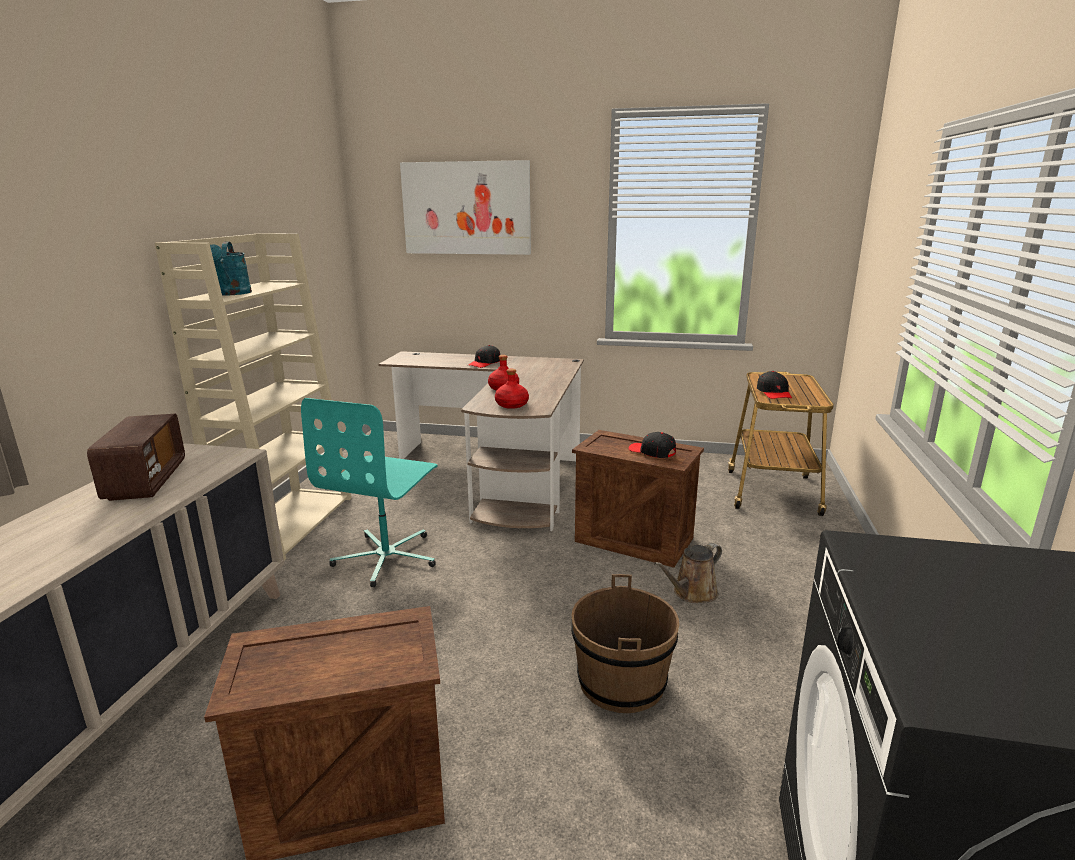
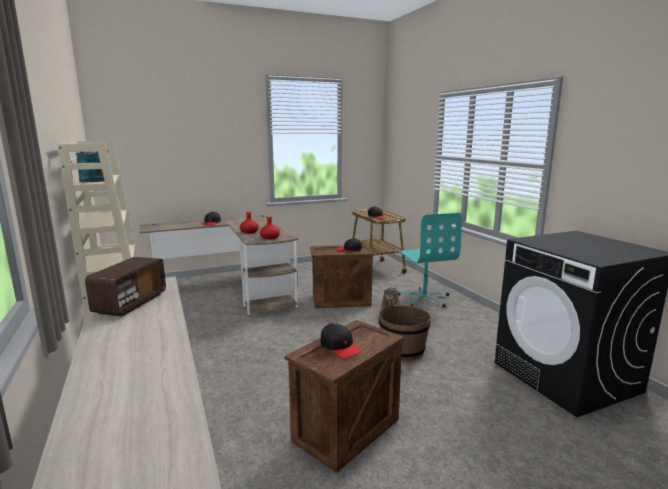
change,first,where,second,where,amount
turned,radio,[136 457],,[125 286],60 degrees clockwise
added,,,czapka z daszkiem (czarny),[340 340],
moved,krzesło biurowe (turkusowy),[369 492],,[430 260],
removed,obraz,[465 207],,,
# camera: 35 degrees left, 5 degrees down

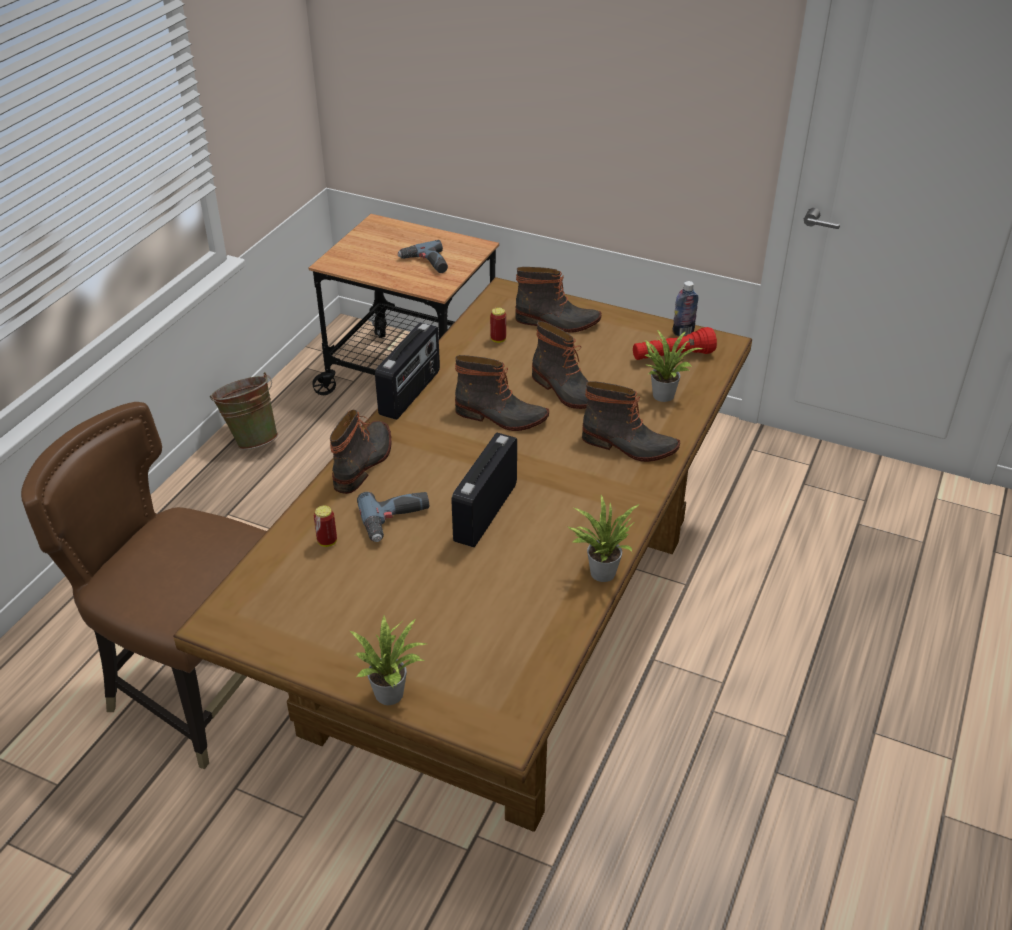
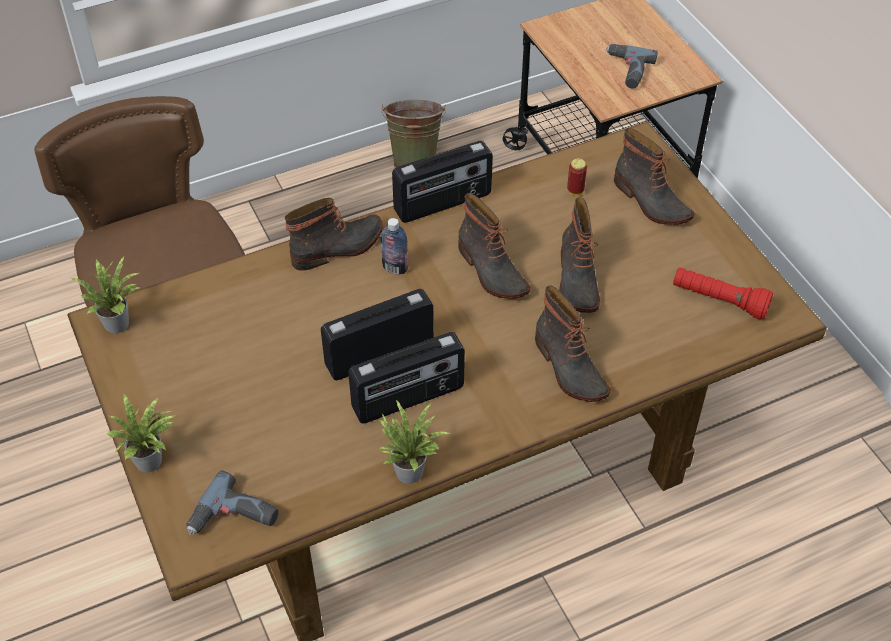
change,first,where,second,where,amount
moved,roślina doniczkowa,[673 366],,[106 294],
moved,wiertarka,[393 517],,[233 503],
added,,,radio,[406 378],
moved,butelka,[686 308],,[394 246],
removed,puszka,[325 526],,,
# camera: 40 degrees right, 10 degrees up

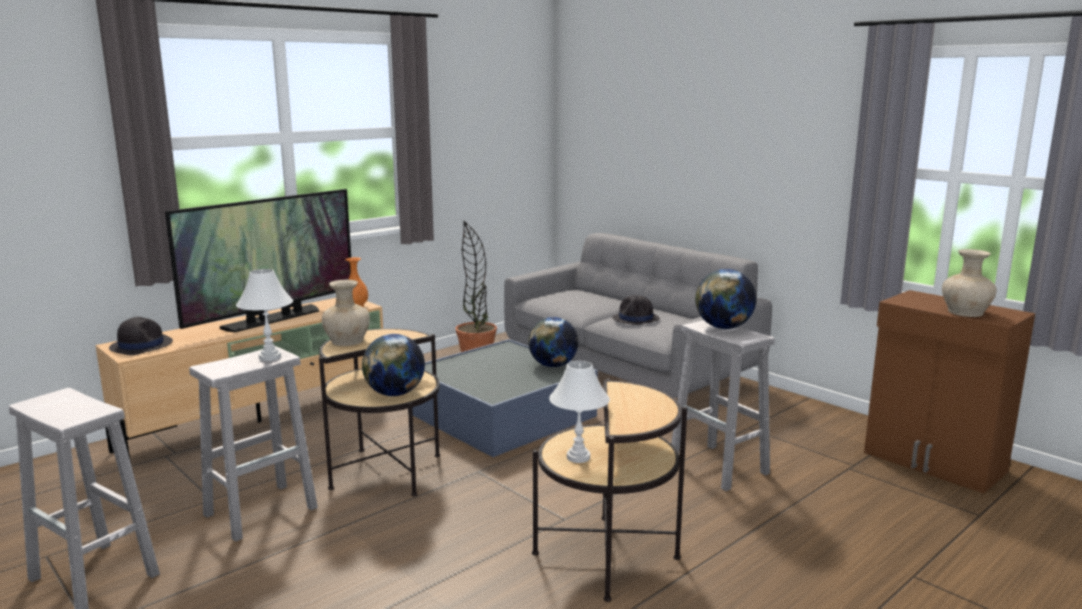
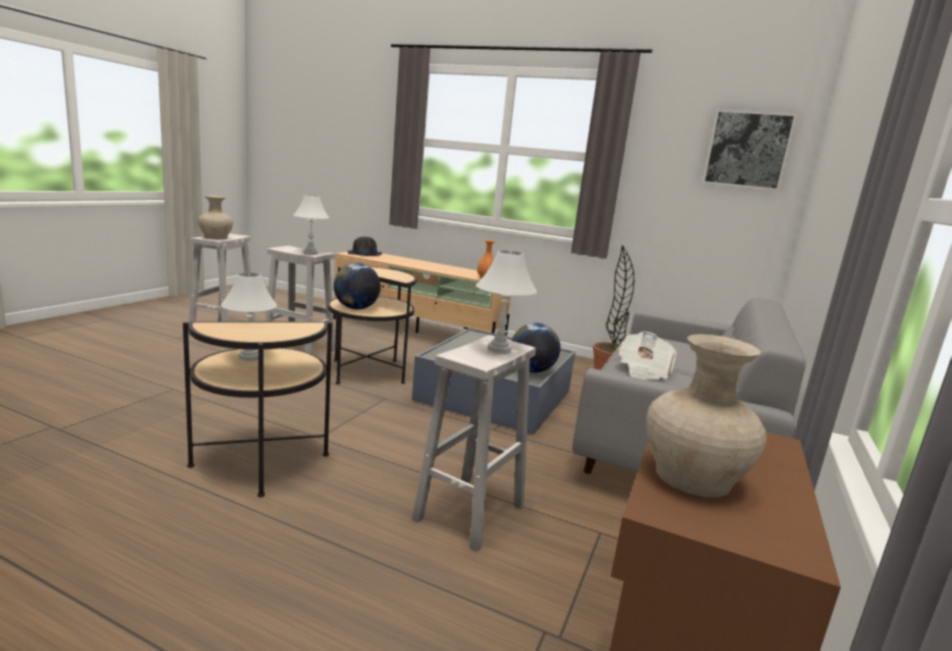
change,first,where,second,where,amount
moved,wazon (beżowy),[346 313],,[215 217],
replaced,globus,[726 299],lampa stołowa (biały),[506 302],
replaced,kapelusz (czarny),[636 310],gazeta,[647 355],
added,,,obraz,[750 150],
removed,telewizor,[258 260],,,
# camera: 65 degrees right, 0 degrees up

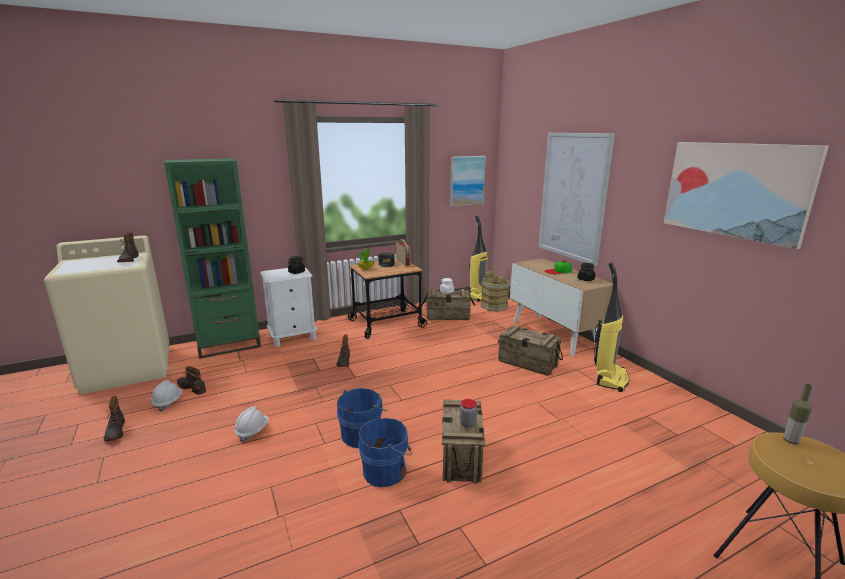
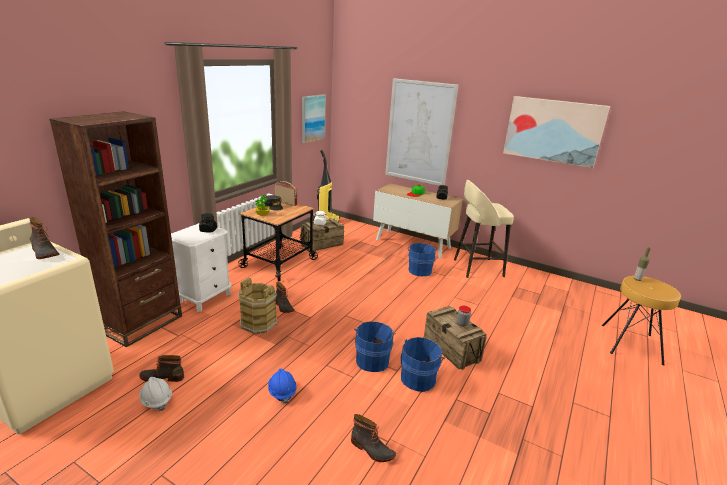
change,first,where,second,where,amount
recoloured,regał (zielony),[212 258],regał (brązowy),[116 229],
moved,wiadro (brązowy),[495 291],,[257 305],
recoloured,kask (biały),[251 424],kask (niebieski),[282 386],
moved,but z cholewką,[114 418],,[373 438],
replaced,skrzynka,[530 350],wiadro (niebieski),[422 259],
replaced,odkurzacz,[611 327],stołek (beżowy),[484 229],
# camera: 35 degrees left, 5 degrees up

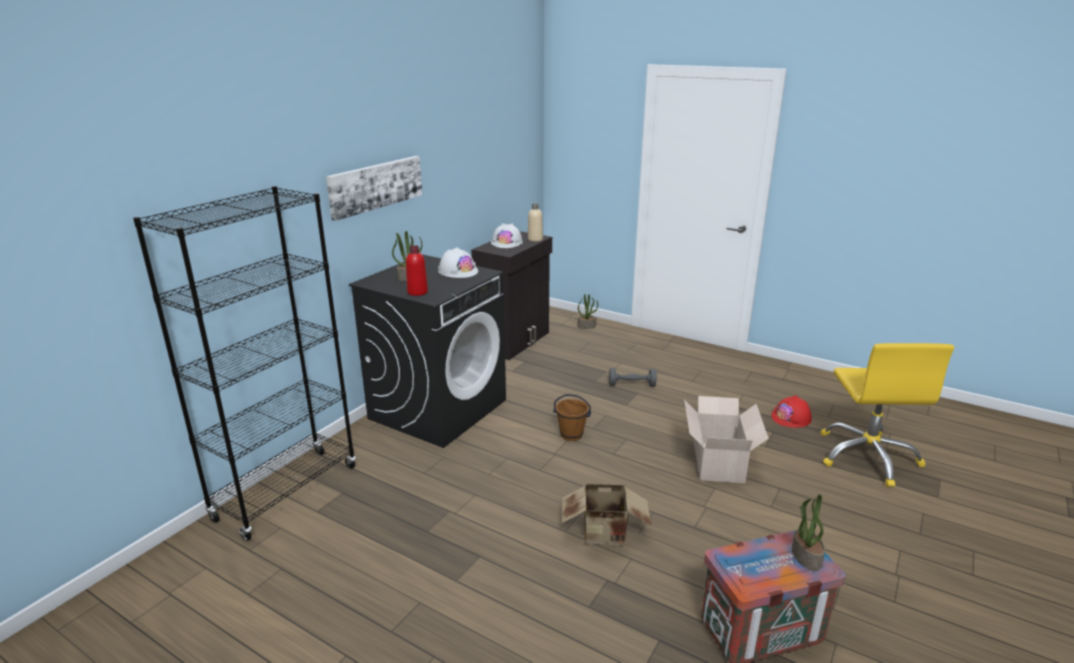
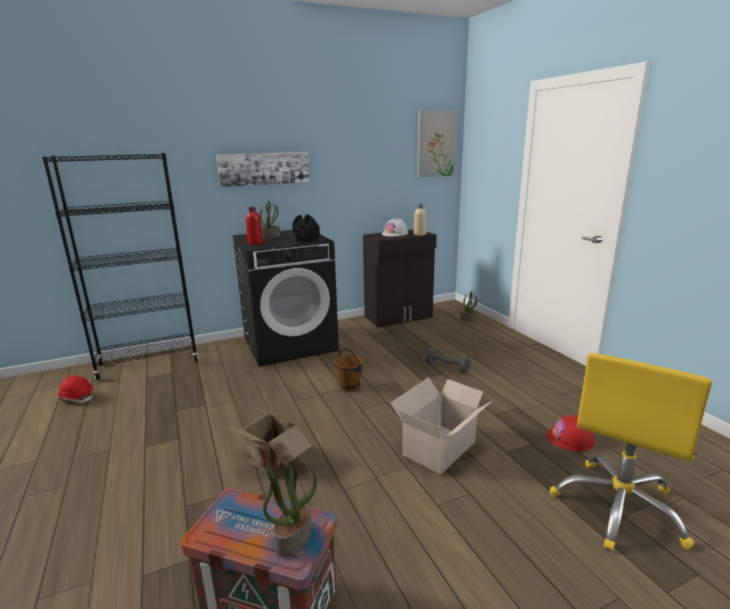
change,first,where,second,where,amount
added,,,kask (czerwony),[75 389],
replaced,kask (biały),[458 262],hantel (czarny),[306 227],
added,,,obraz,[437 144],
# camera: 35 degrees right, 5 degrees down

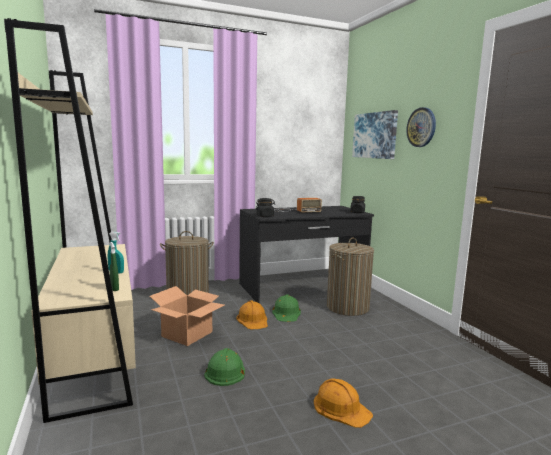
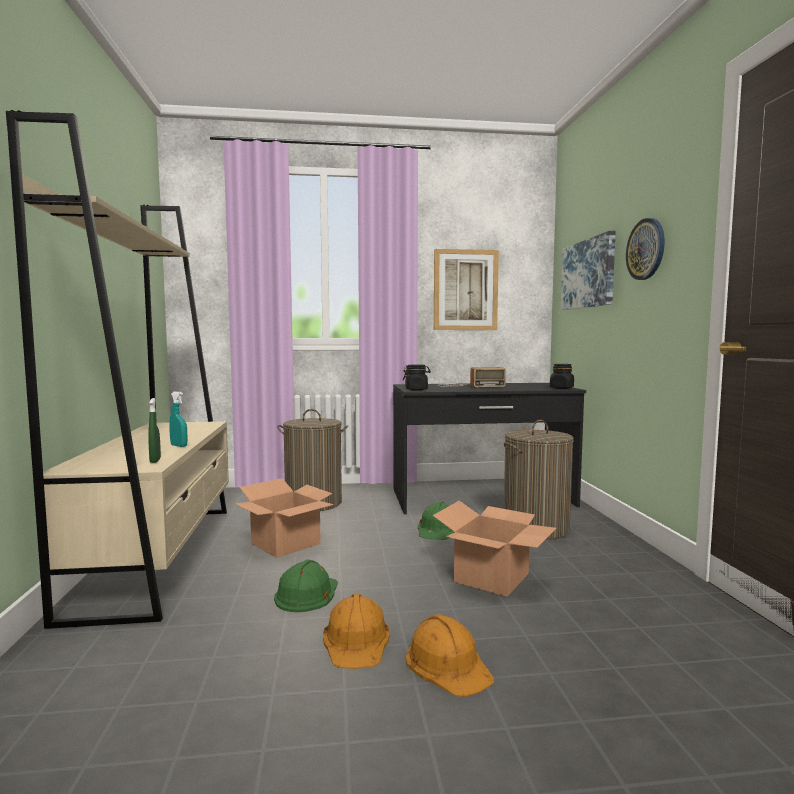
change,first,where,second,where,amount
moved,kask (pomarańczowy),[252 314],,[356 631],
added,,,karton,[495 549],
added,,,obraz,[466 289],
# camera: 15 degrees right, 5 degrees down

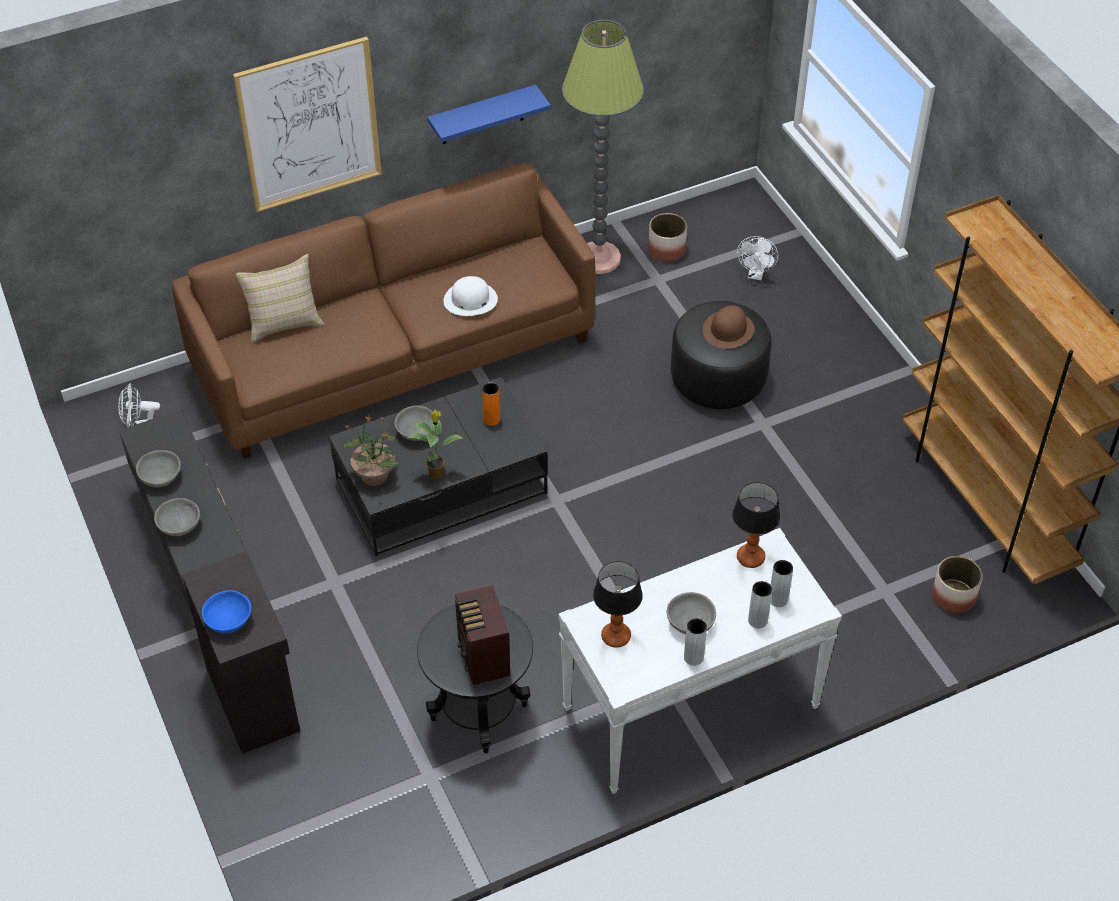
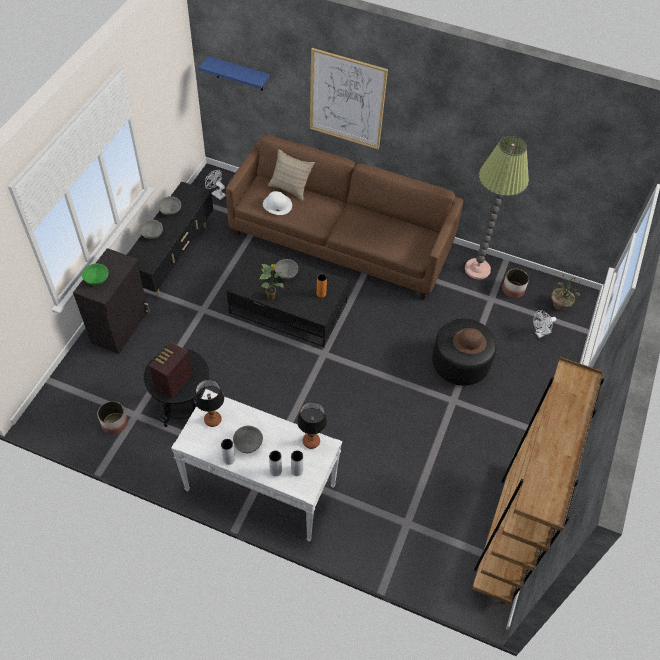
change,first,where,second,where,amount
recoloured,miska (niebieski),[226 611],miska (zielony),[95 274],
moved,donica,[957 584],,[113 417],
moved,półka (niebieski),[489 114],,[234 73],
moved,kapelusz (biały),[471 296],,[277 203],
moved,roślina doniczkowa,[370 450],,[566 293],
# camera: 45 degrees right, 5 degrees up

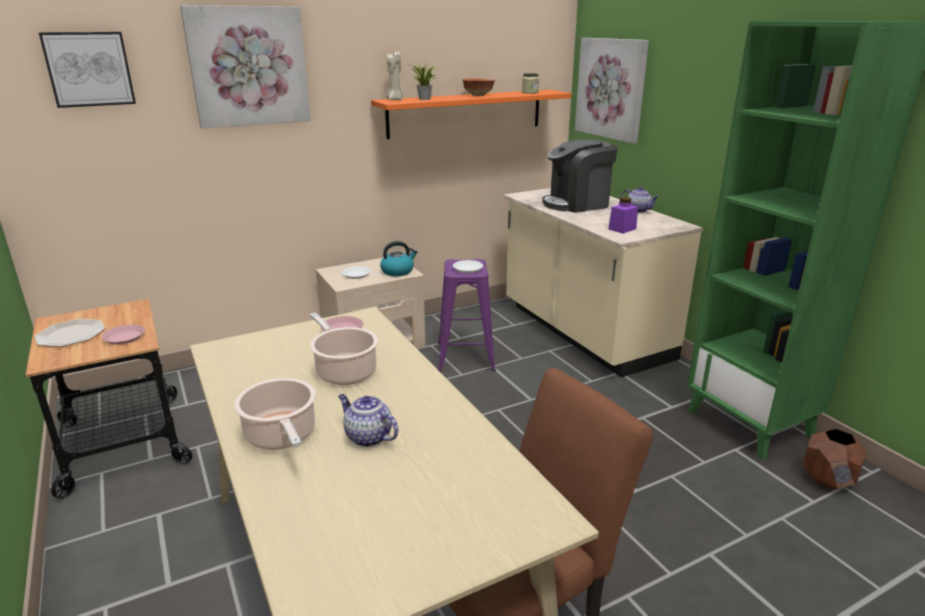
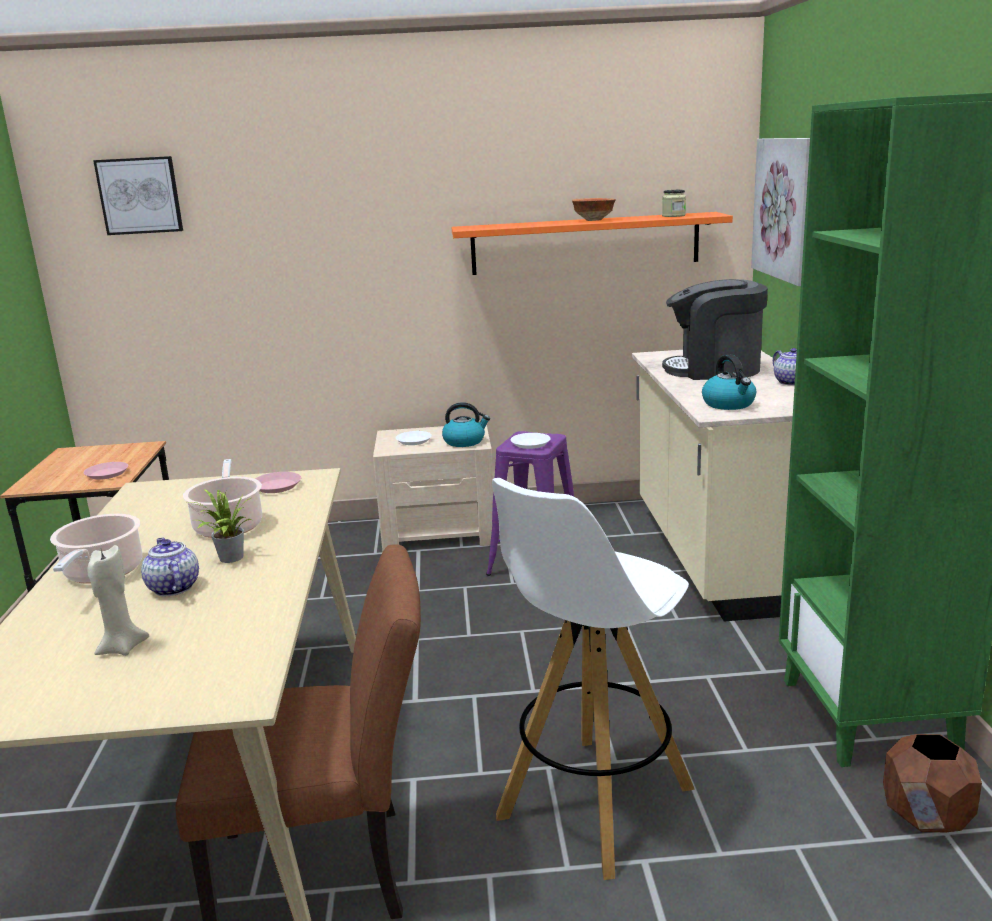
change,first,where,second,where,amount
moved,świeca (beżowy),[394 76],,[118 600],
moved,roślina doniczkowa,[423 81],,[218 526],
added,,,stołek (biały),[593 679],
replaced,słoik (fioletowy),[623 215],czajnik,[729 382],
removed,talerz,[69 333],,,
removed,obraz,[245 67],,,
# camera: 25 degrees right, 5 degrees down

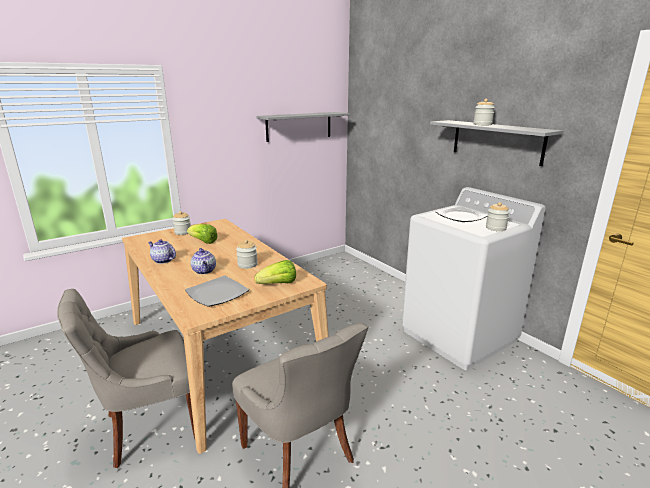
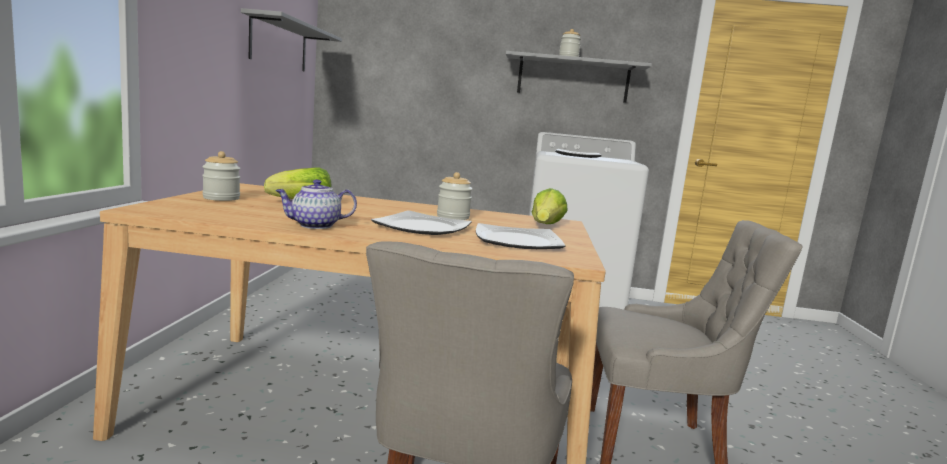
change,first,where,second,where,amount
replaced,imbryk,[203 261],talerz,[421 222],
removed,słoik,[498 216],,,
# camera: 50 degrees left, 10 degrees down

